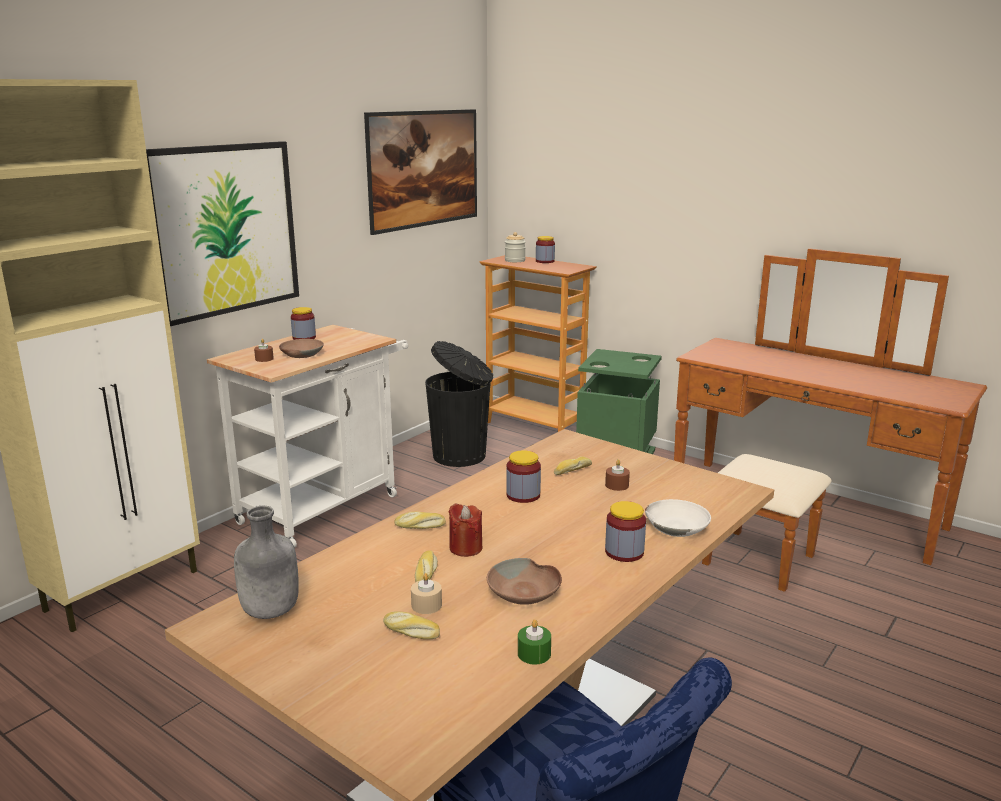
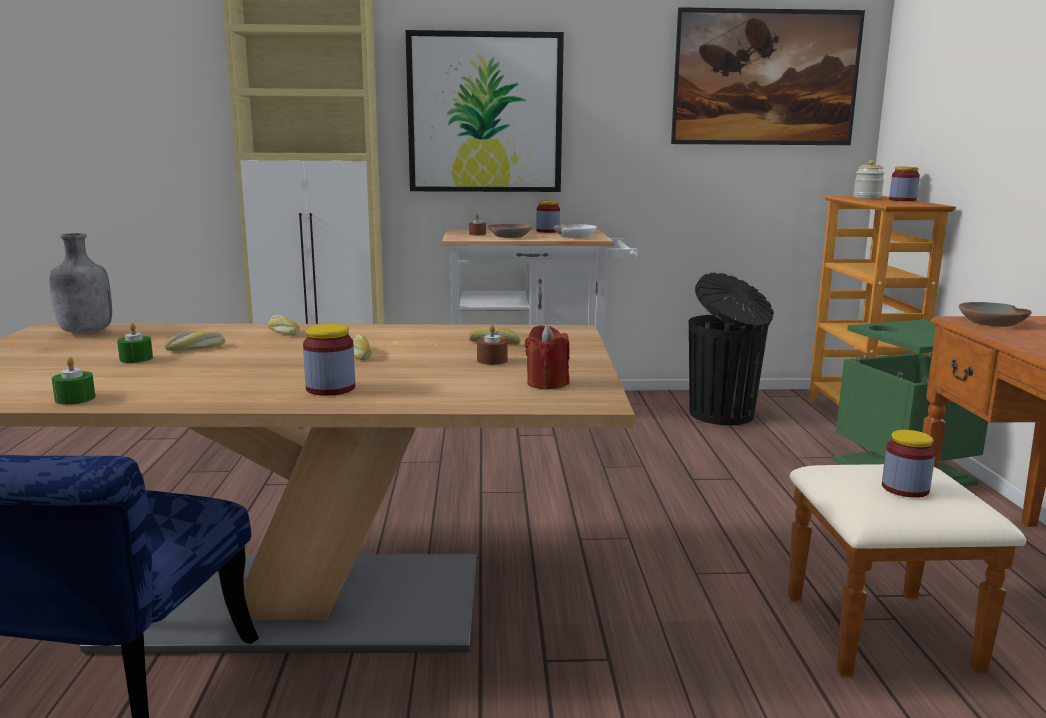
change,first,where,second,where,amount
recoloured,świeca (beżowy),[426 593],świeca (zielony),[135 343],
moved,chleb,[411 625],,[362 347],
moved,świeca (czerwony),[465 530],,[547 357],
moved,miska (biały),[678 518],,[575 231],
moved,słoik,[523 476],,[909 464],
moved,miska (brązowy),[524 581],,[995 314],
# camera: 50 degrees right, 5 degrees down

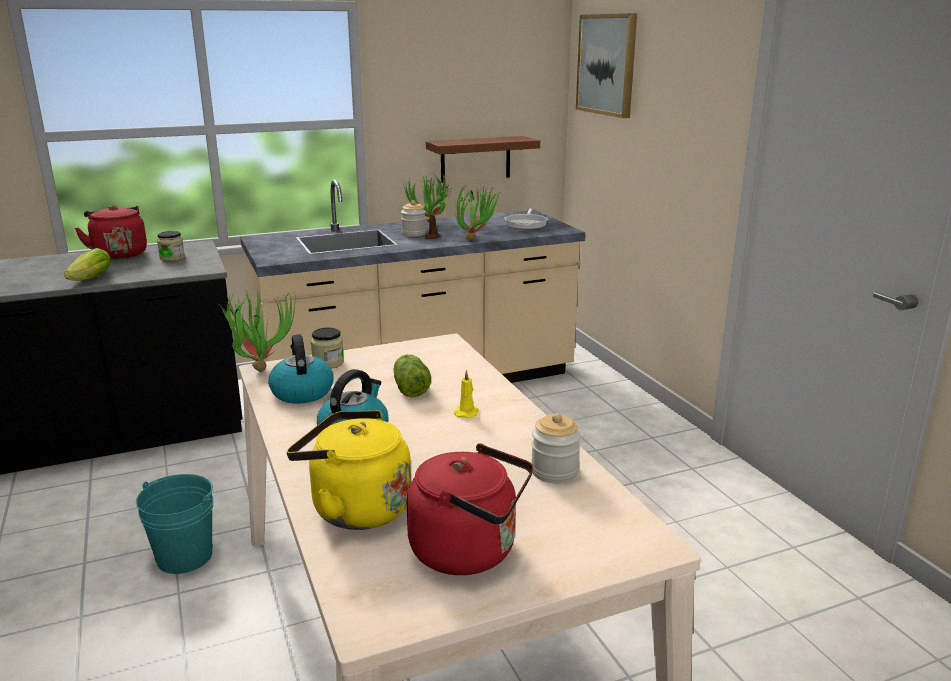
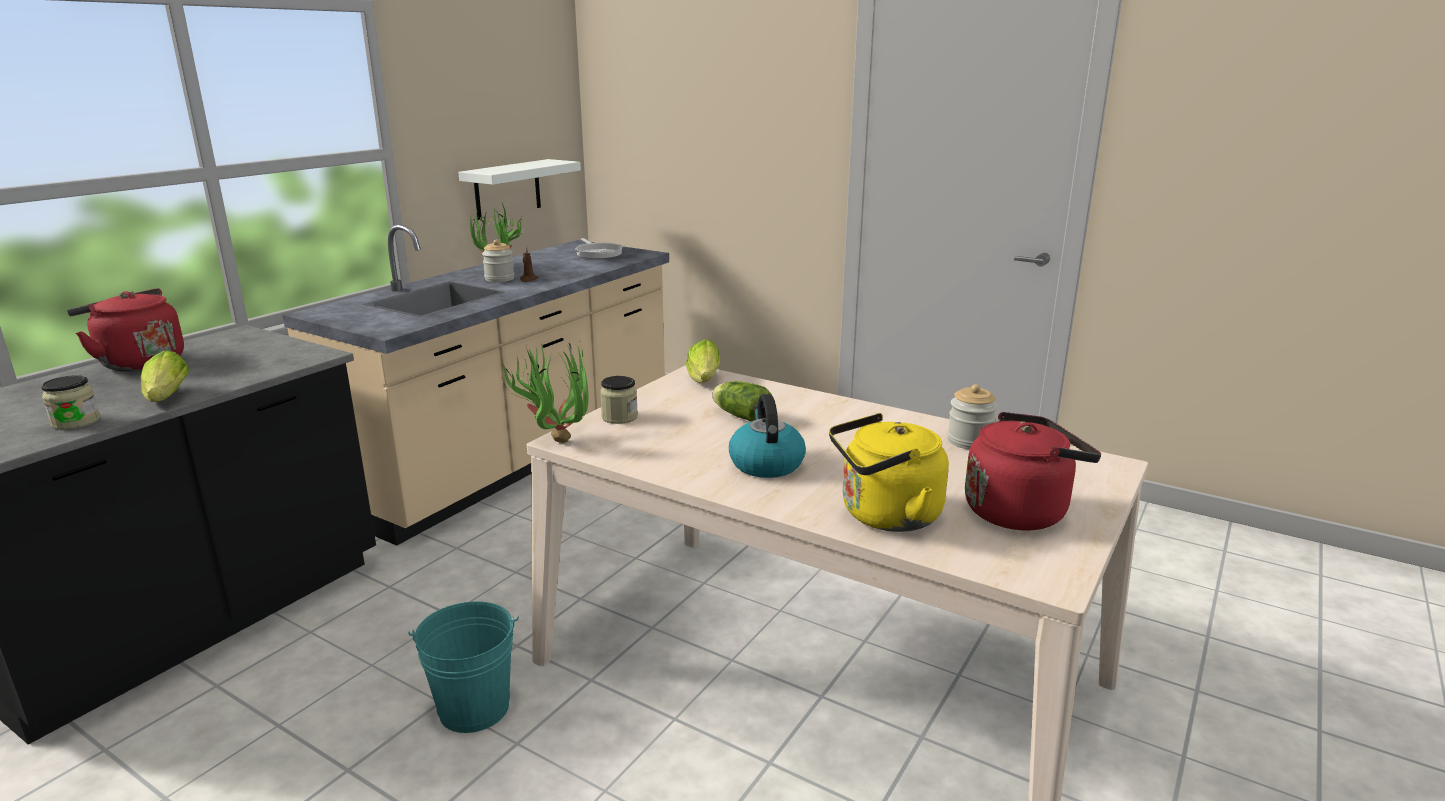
change,first,where,second,where,amount
moved,słoik,[171 246],,[70 402],
recoloured,półka (brązowy),[483 159],półka (biały),[519 189],
added,,,sałata,[703 361],
removed,czajnik,[300 369],,,
removed,świeca (żółty),[466 394],,,
removed,roślina doniczkowa,[478 212],,,
removed,obraz,[606 65],,,
# camera: 35 degrees left, 0 degrees up

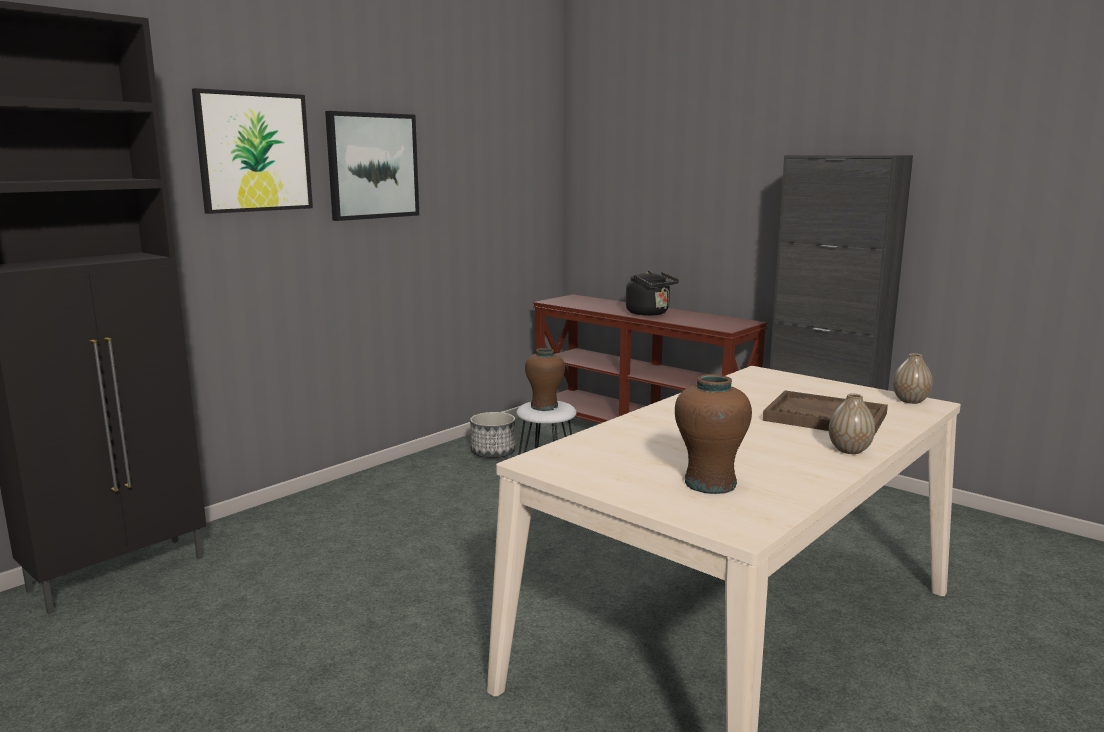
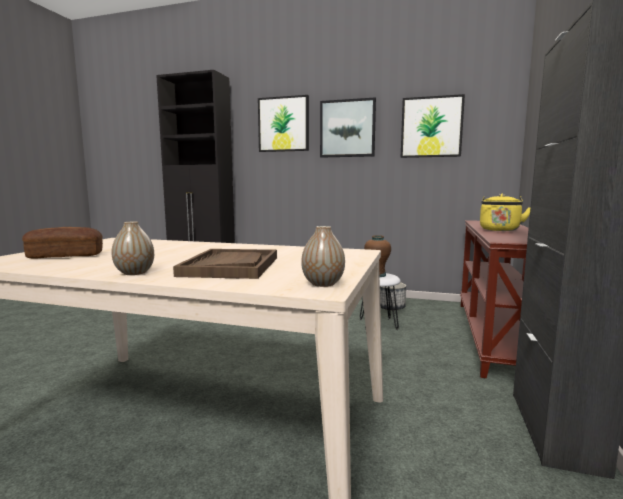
change,first,where,second,where,amount
replaced,wazon (brązowy),[713 434],chleb,[62 243],
added,,,obraz,[433 126],
recoloured,czajnik (czarny),[652 293],czajnik (żółty),[505 212],
# camera: 65 degrees right, 5 degrees down

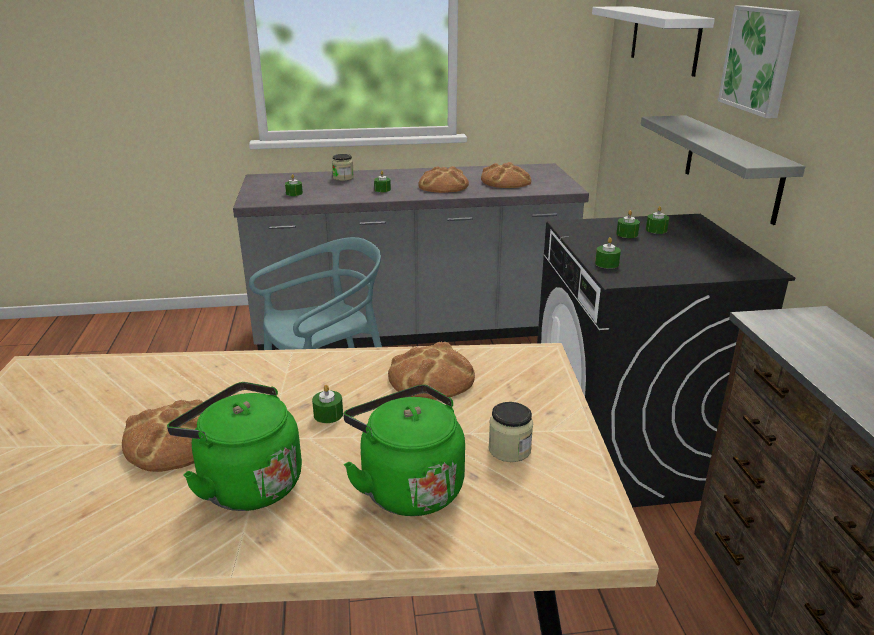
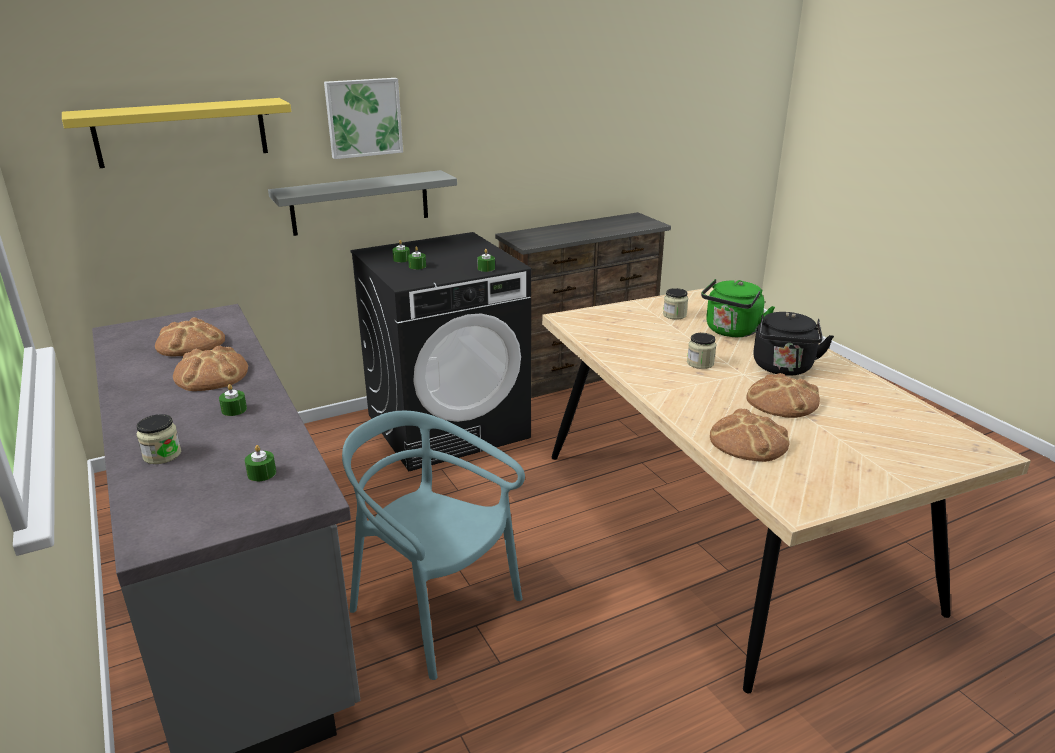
change,first,where,second,where,amount
recoloured,półka (biały),[653 41],półka (żółty),[176 133],
replaced,świeca (zielony),[327 404],słoik,[701 351],
moved,chleb,[431 371],,[750 435],
recoloured,czajnik (zielony),[234 446],czajnik (czarny),[793 343],
# camera: 110 degrees left, 0 degrees up

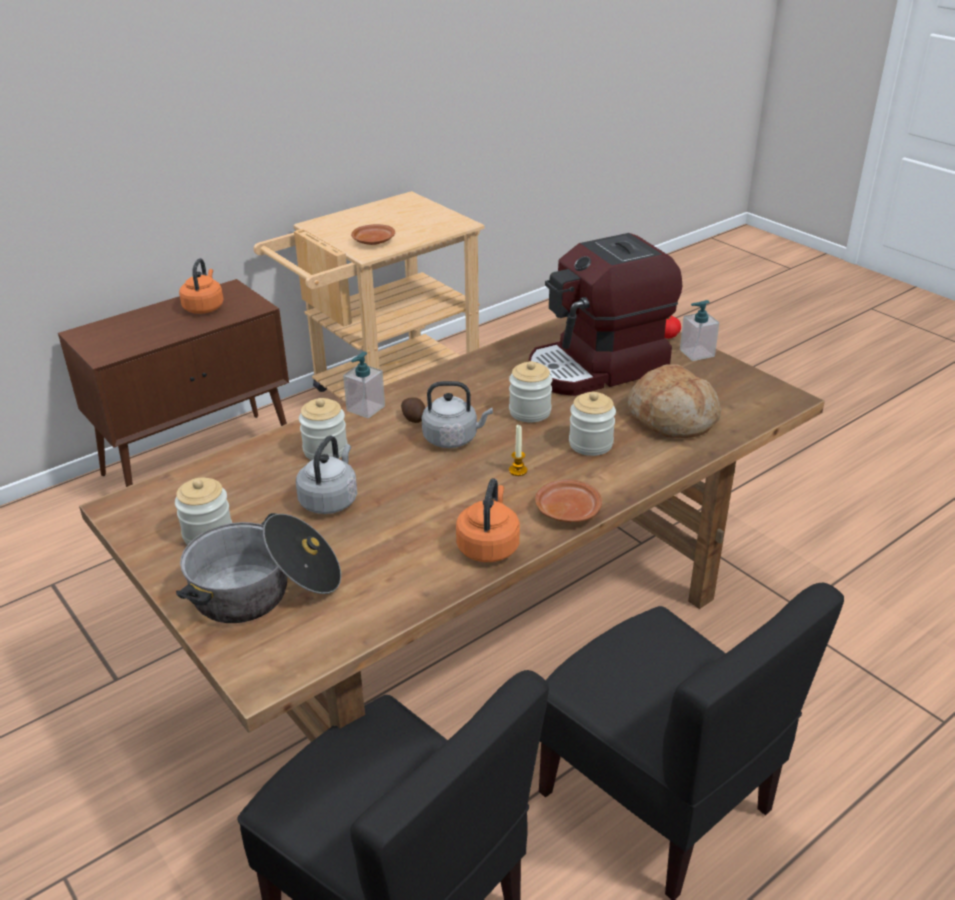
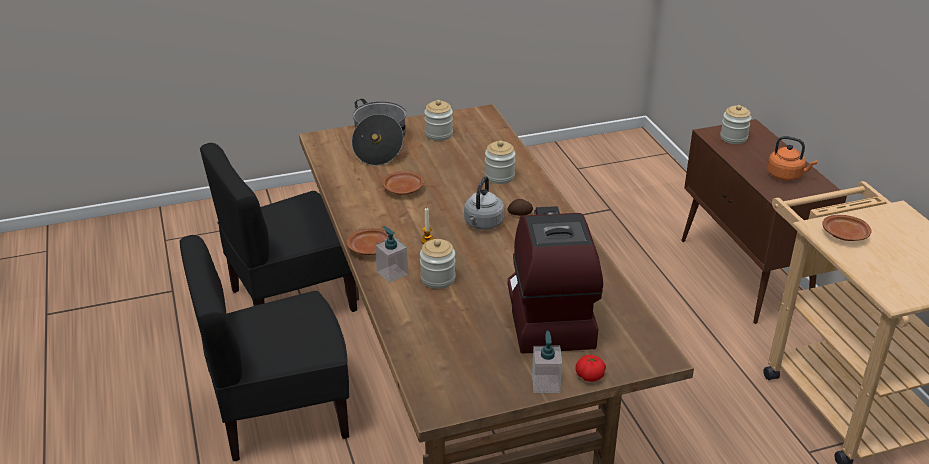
change,first,where,second,where,amount
moved,dozownik mydła,[364 385],,[391 254],
added,,,talerz (brązowy),[403 183],
moved,słoik,[530 391],,[735 124],
removed,czajnik (szary),[326 474],,,
removed,czajnik (pomarańczowy),[488 520],,,
removed,chleb,[674 401],,,
# camera: 110 degrees right, 0 degrees up

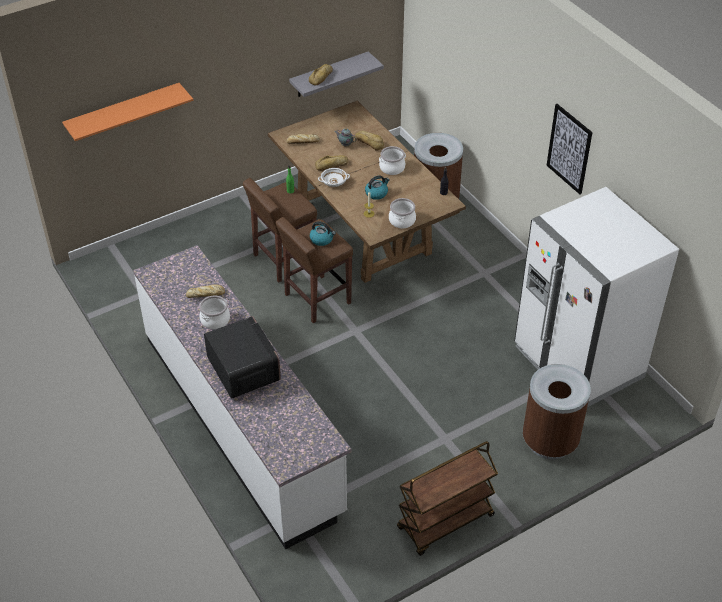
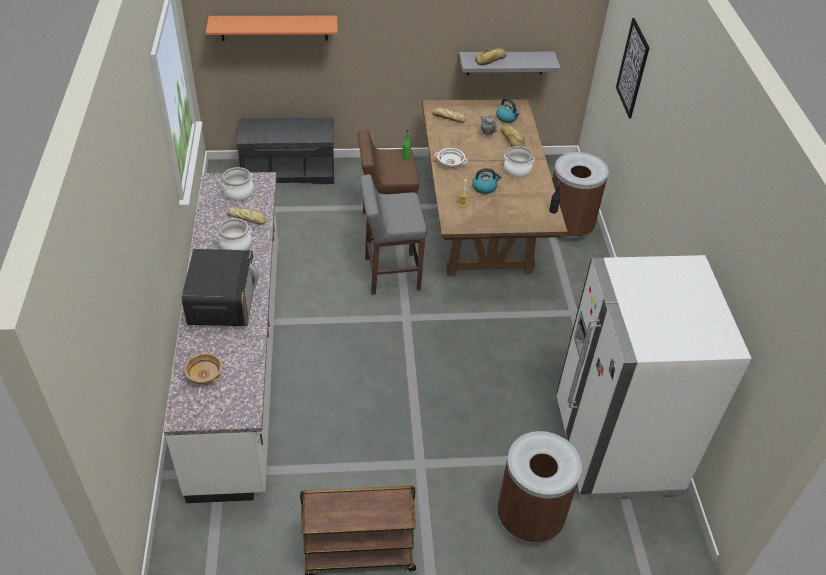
change,first,where,second,where,amount
added,,,miska (beżowy),[203 368],
moved,garnek,[402 213],,[238 184],
added,,,ławka (szary),[285 151],
recoloured,stołek (brązowy),[314 270],stołek (szary),[393 234],
moved,czajnik,[323 233],,[508 110],
moved,obraz,[569 149],,[632 68],
removed,chleb,[331 163],,,
# camera: 25 degrees right, 0 degrees up

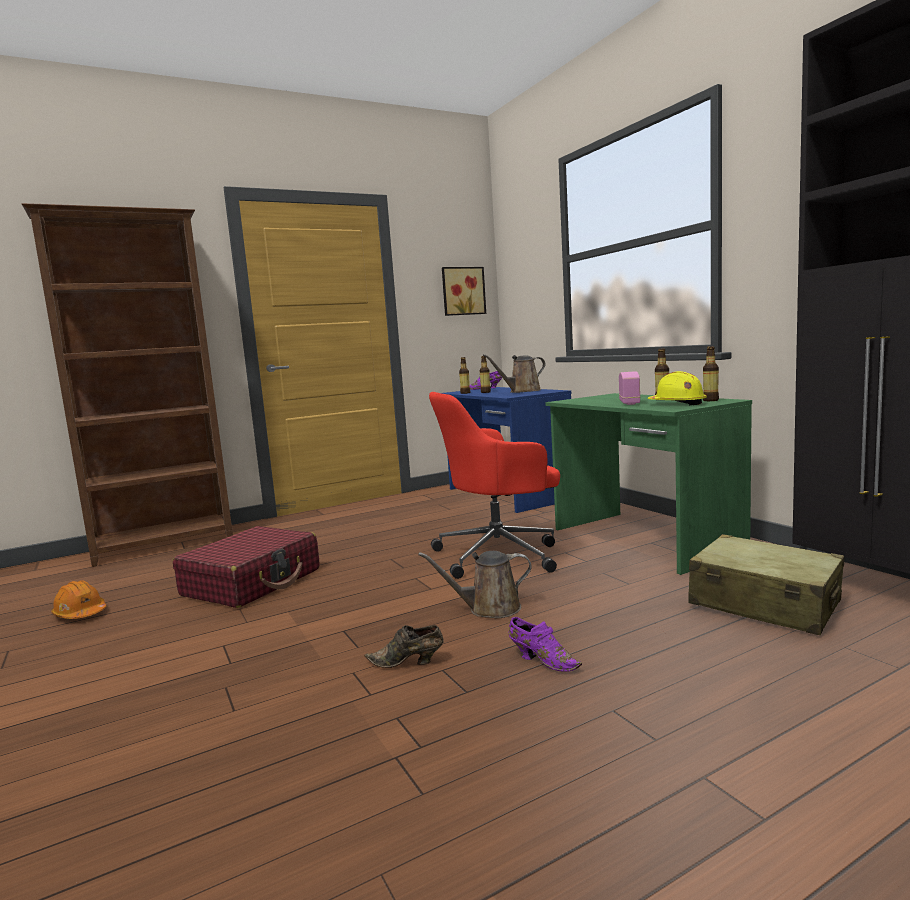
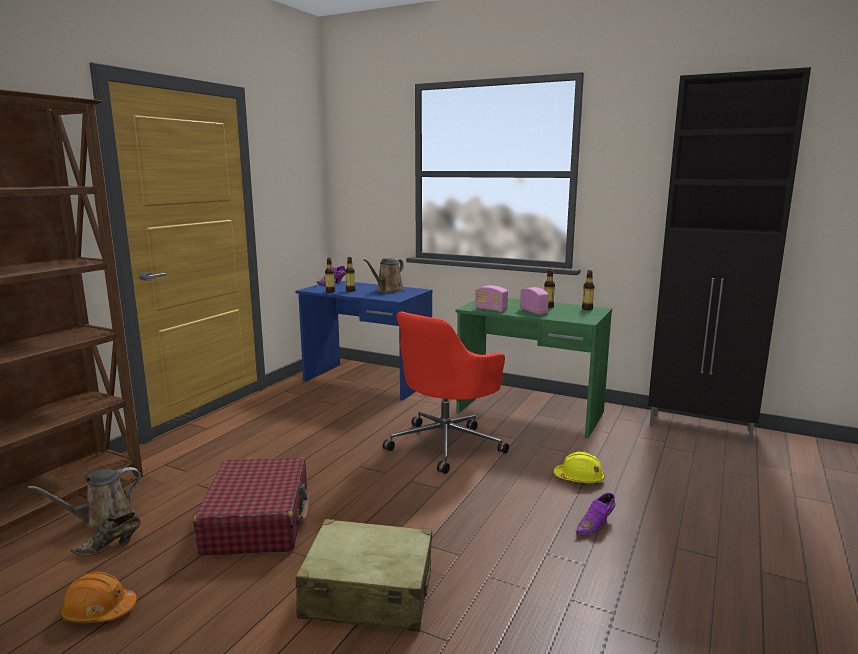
change,first,where,second,where,amount
moved,konewka (brązowy),[474 584],,[84 498],
moved,but (brązowy),[404 646],,[105 534],
moved,walizka (beżowy),[766 584],,[364 575],
added,,,radio,[491 298],
moved,kask (żółty),[677 388],,[579 467],
turned,but (fioletowy),[545 644],,[595 514],135 degrees clockwise
removed,obraz,[464 291],,,
# camera: 35 degrees left, 5 degrees up

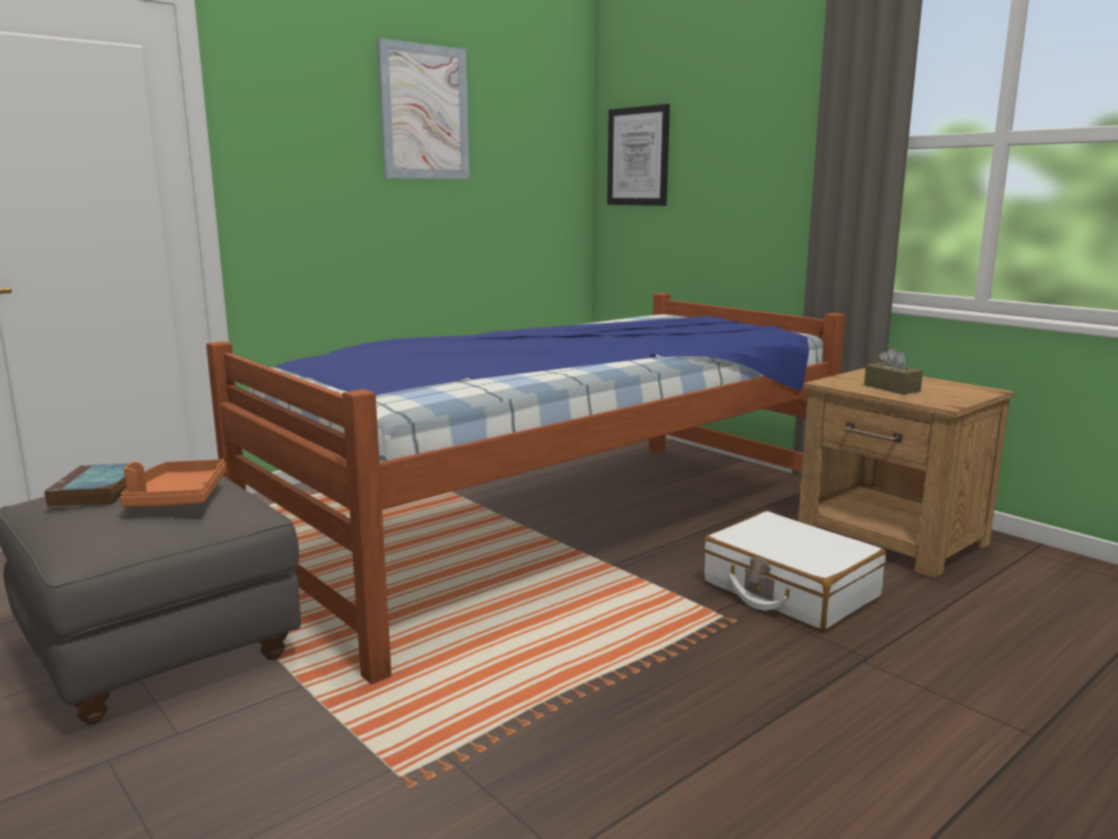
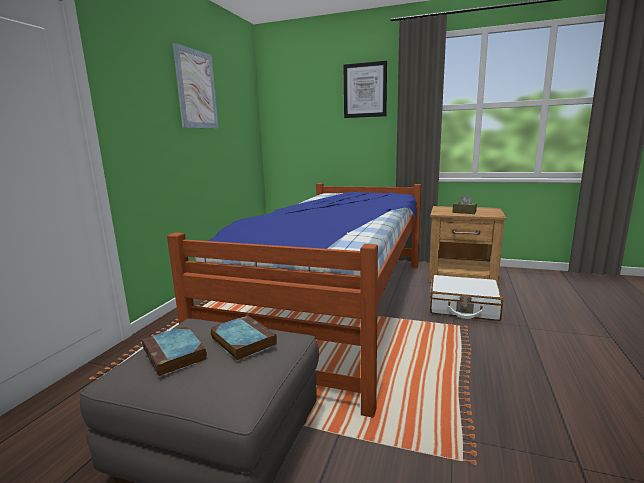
change,first,where,second,where,amount
replaced,taca (pomarańczowy),[173 483],książka,[243 338],
moved,obraz,[638 155],,[365 89],
# camera: 30 degrees left, 0 degrees up

